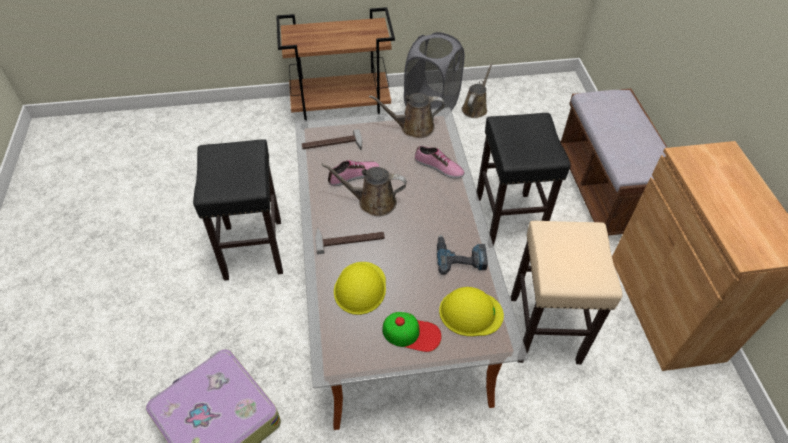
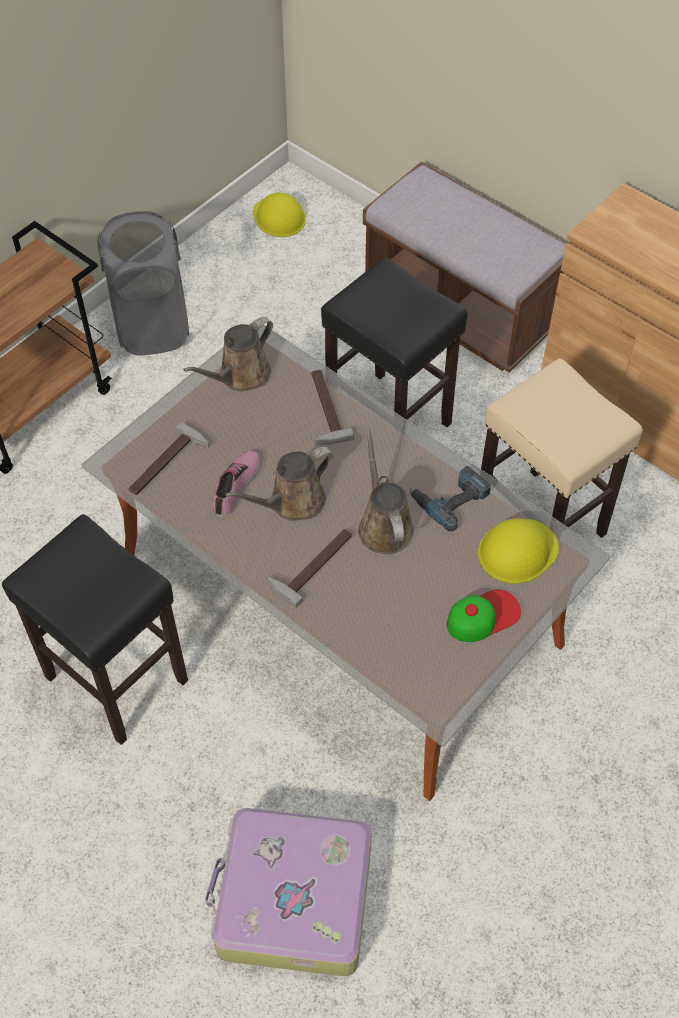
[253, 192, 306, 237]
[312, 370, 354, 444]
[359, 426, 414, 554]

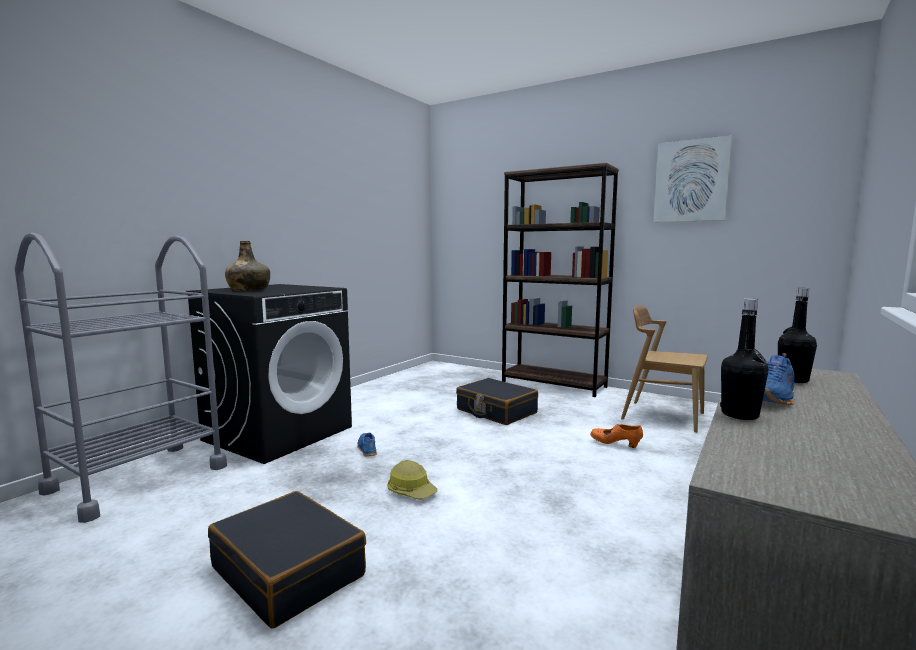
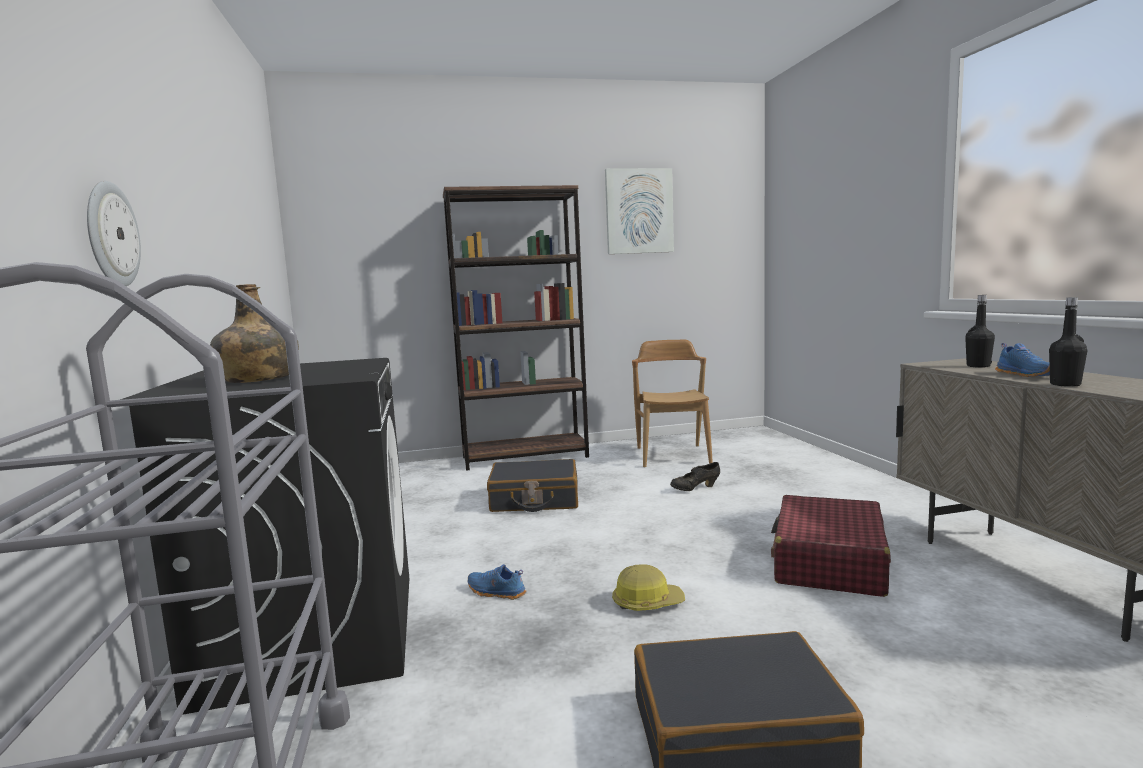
[87, 181, 141, 286]
[632, 340, 713, 468]
[670, 462, 720, 491]
[771, 495, 891, 597]

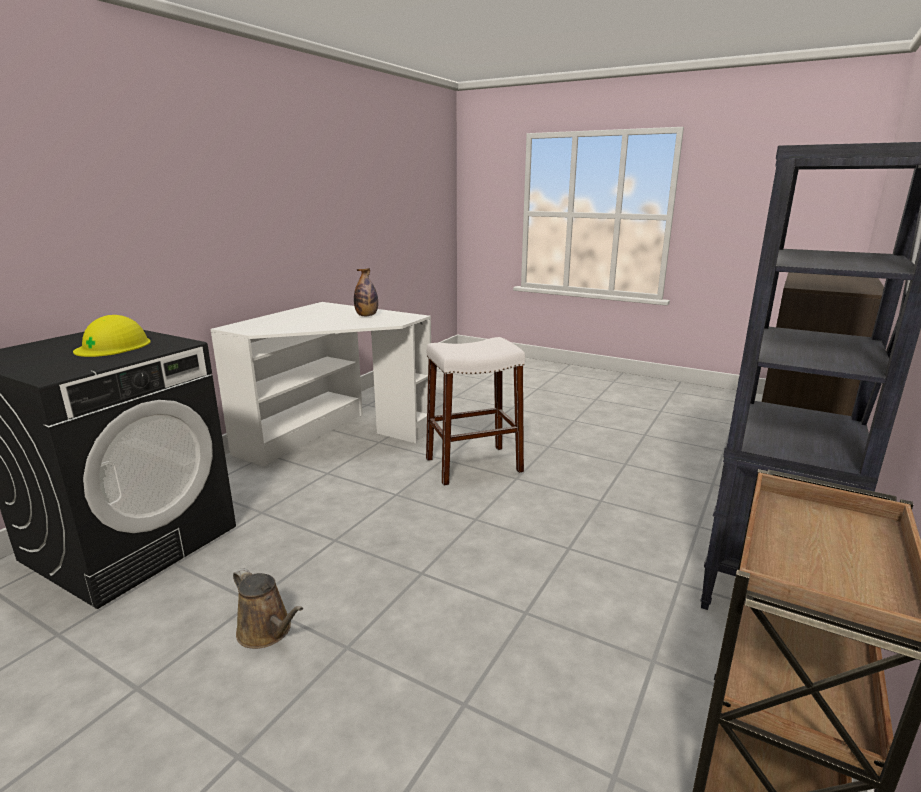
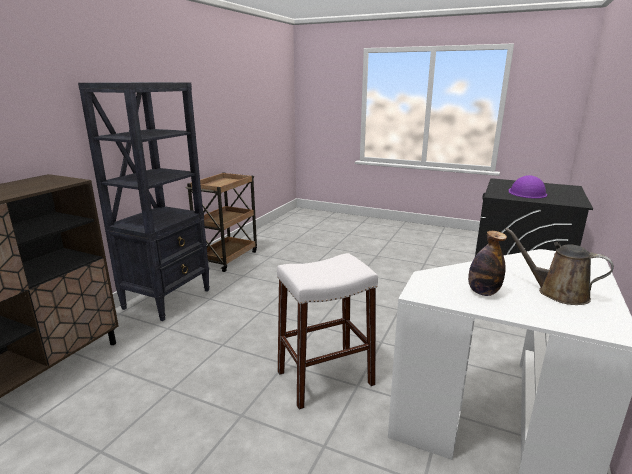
[505, 228, 614, 305]
[509, 175, 547, 199]

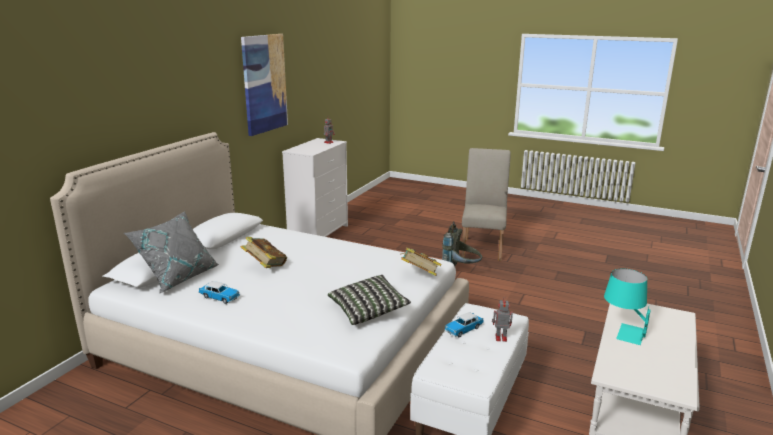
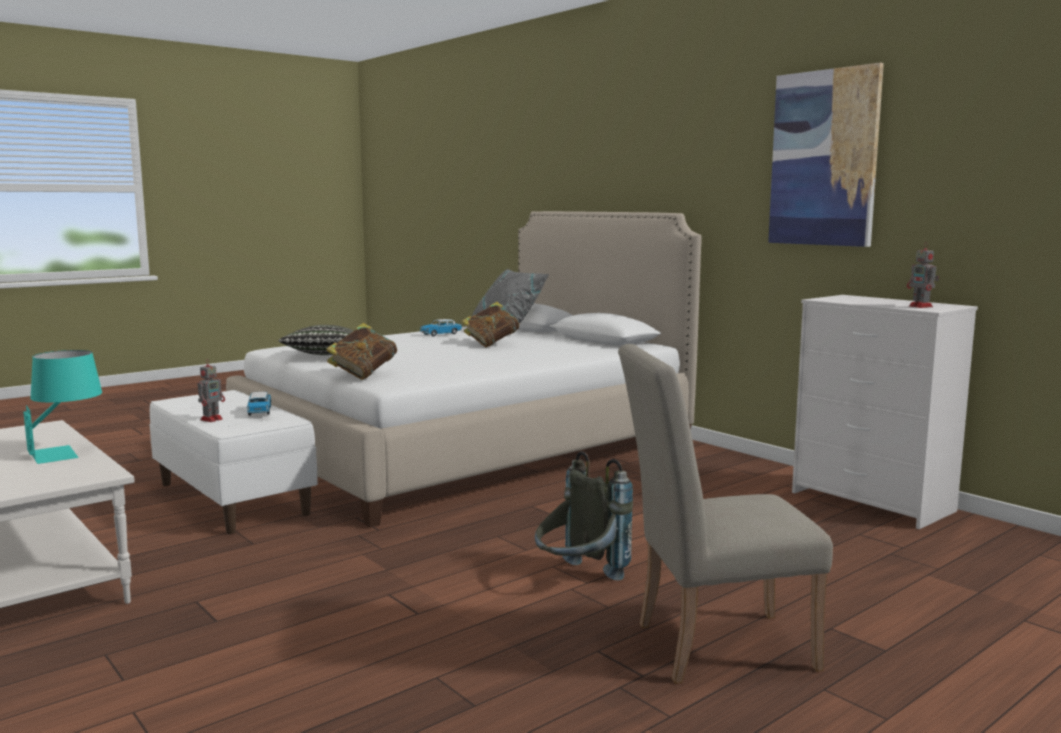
[618, 344, 833, 684]

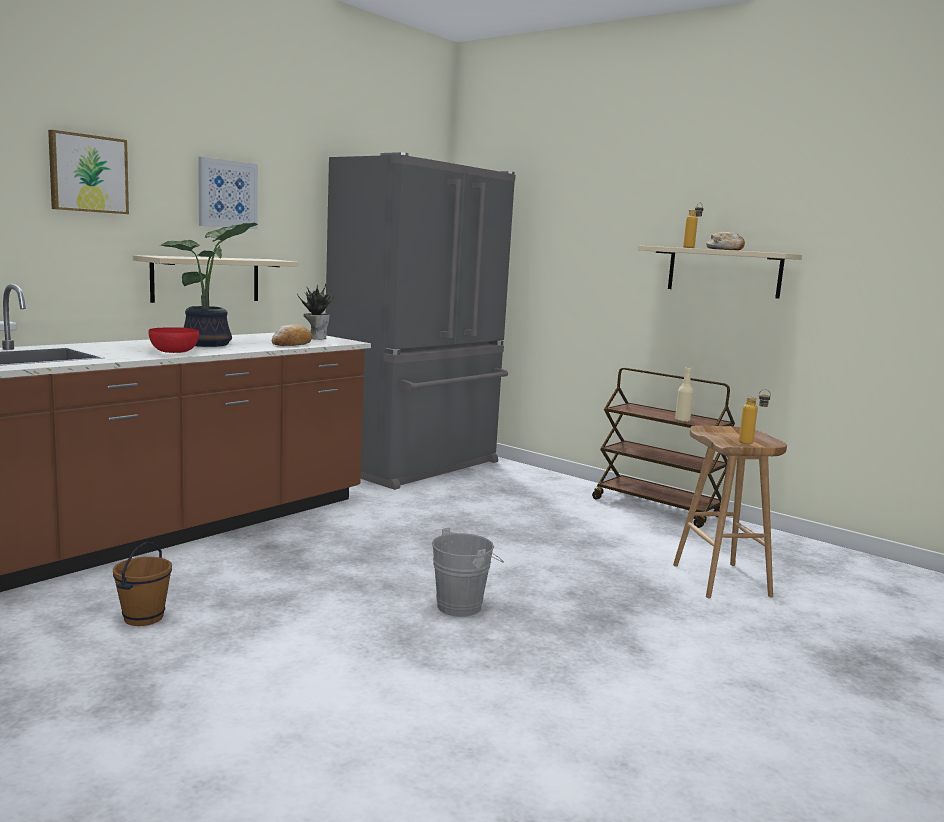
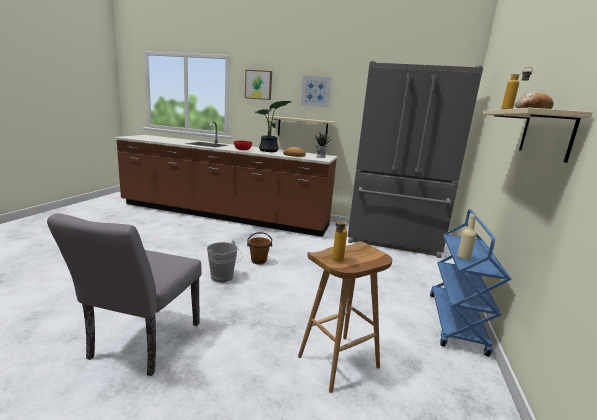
[47, 213, 201, 376]
[247, 232, 272, 264]
[430, 209, 511, 356]

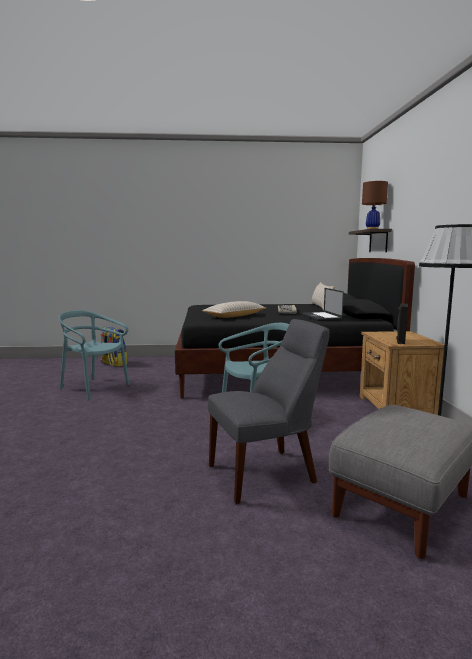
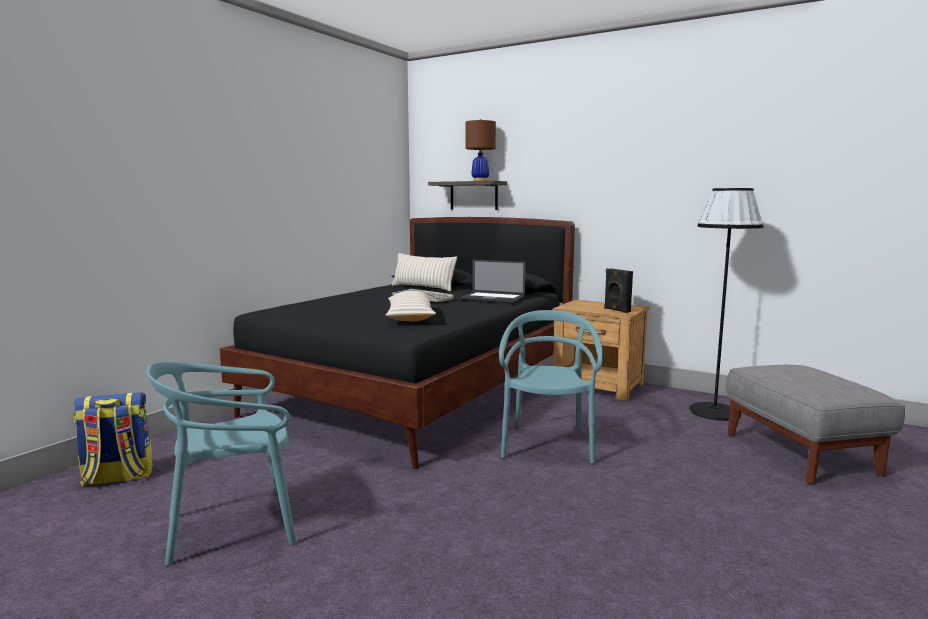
[208, 319, 330, 504] (first image)

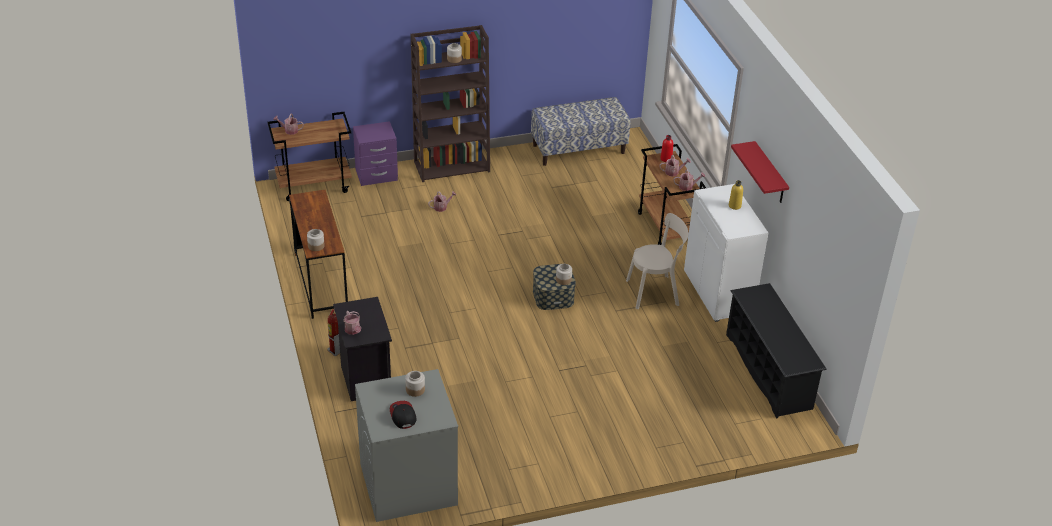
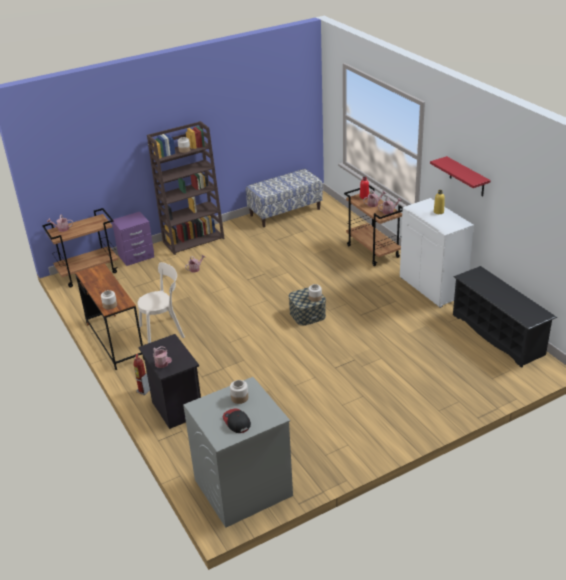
[137, 262, 185, 343]

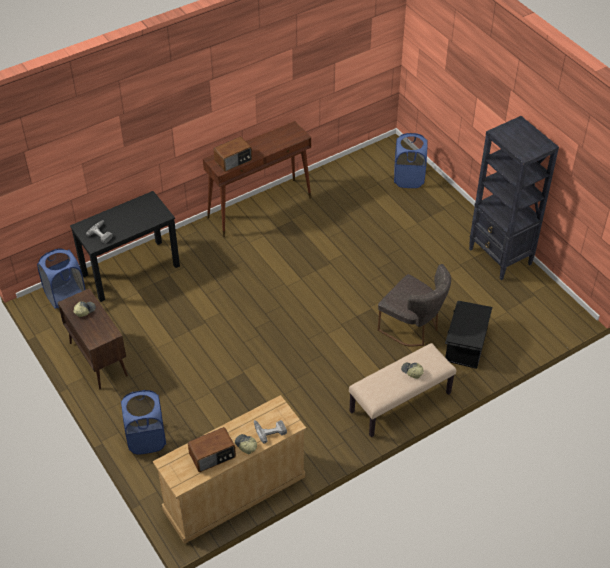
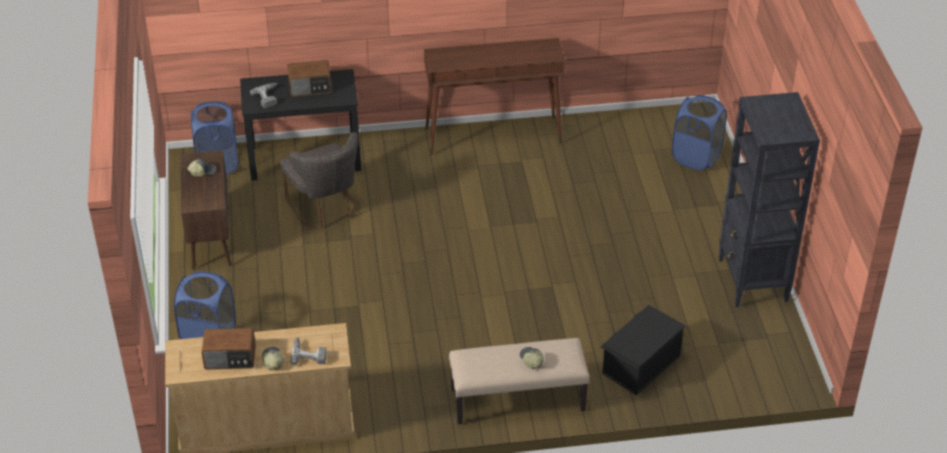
[280, 132, 358, 228]
[287, 60, 332, 97]

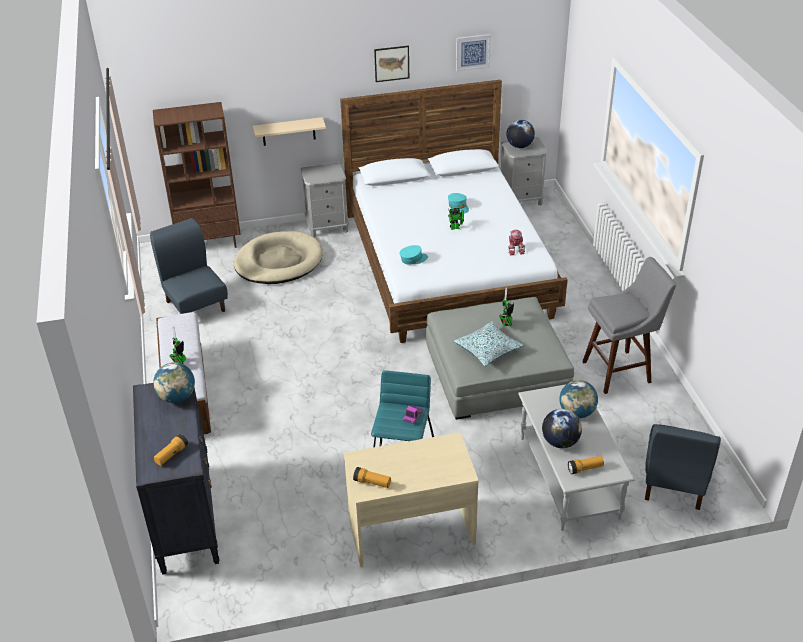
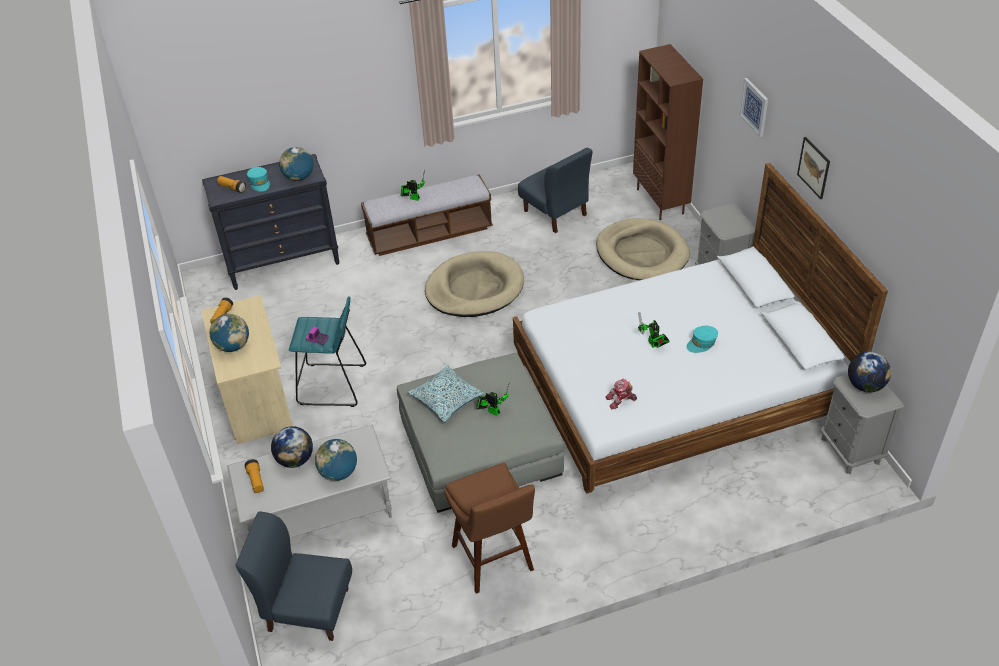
[210, 314, 249, 352]
[247, 167, 270, 192]
[425, 251, 524, 317]
[445, 463, 535, 593]
[518, 148, 592, 233]
[739, 78, 768, 137]
[253, 117, 326, 146] (first image)

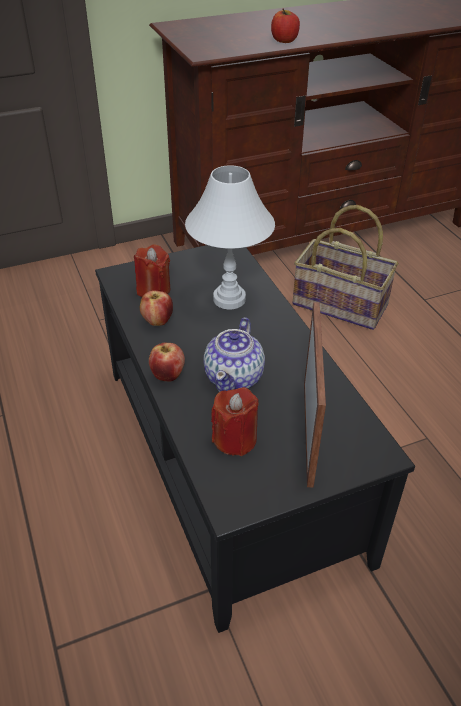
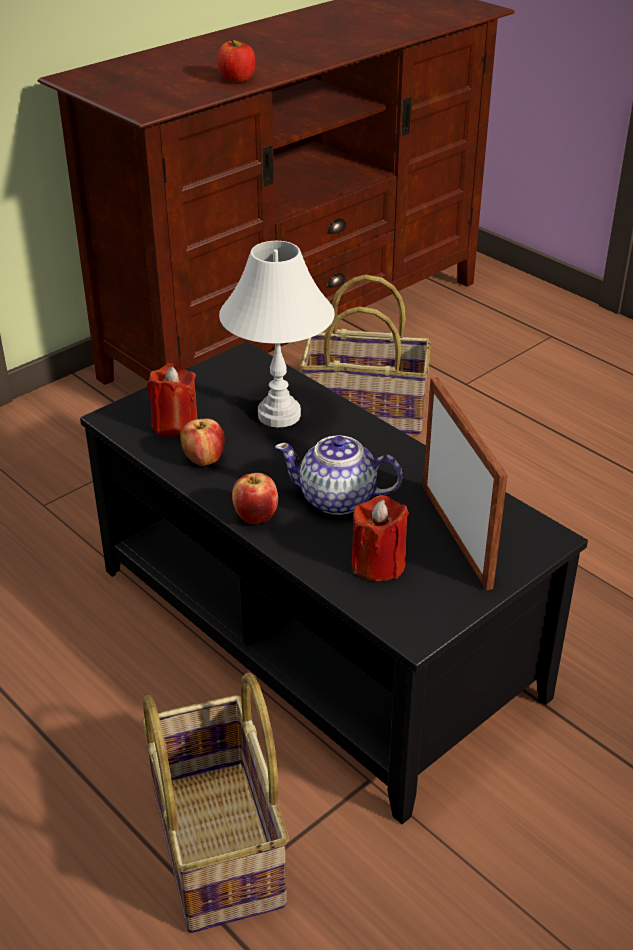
[141, 673, 289, 933]
[275, 435, 403, 515]

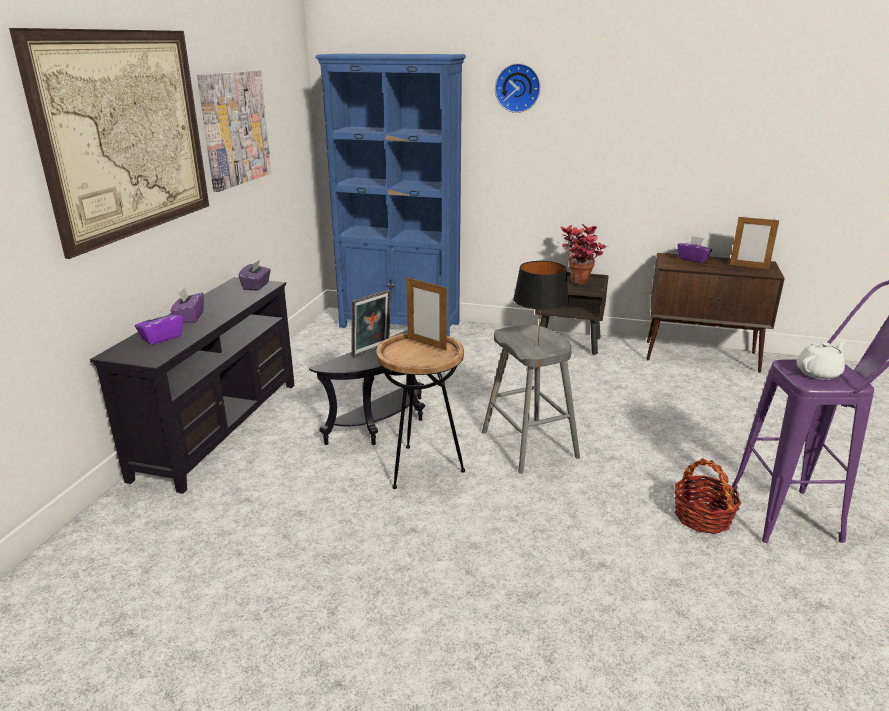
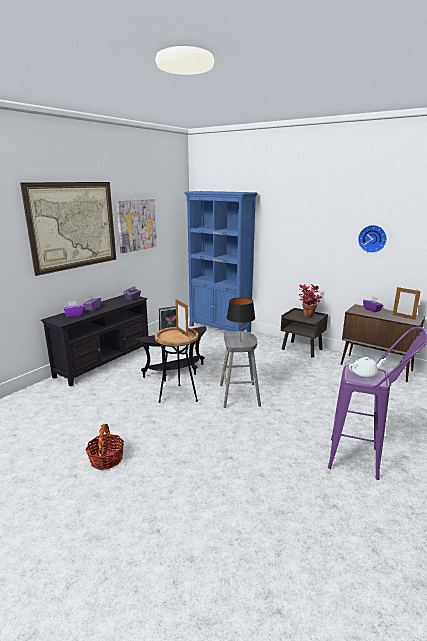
[86, 424, 124, 470]
[358, 225, 387, 253]

